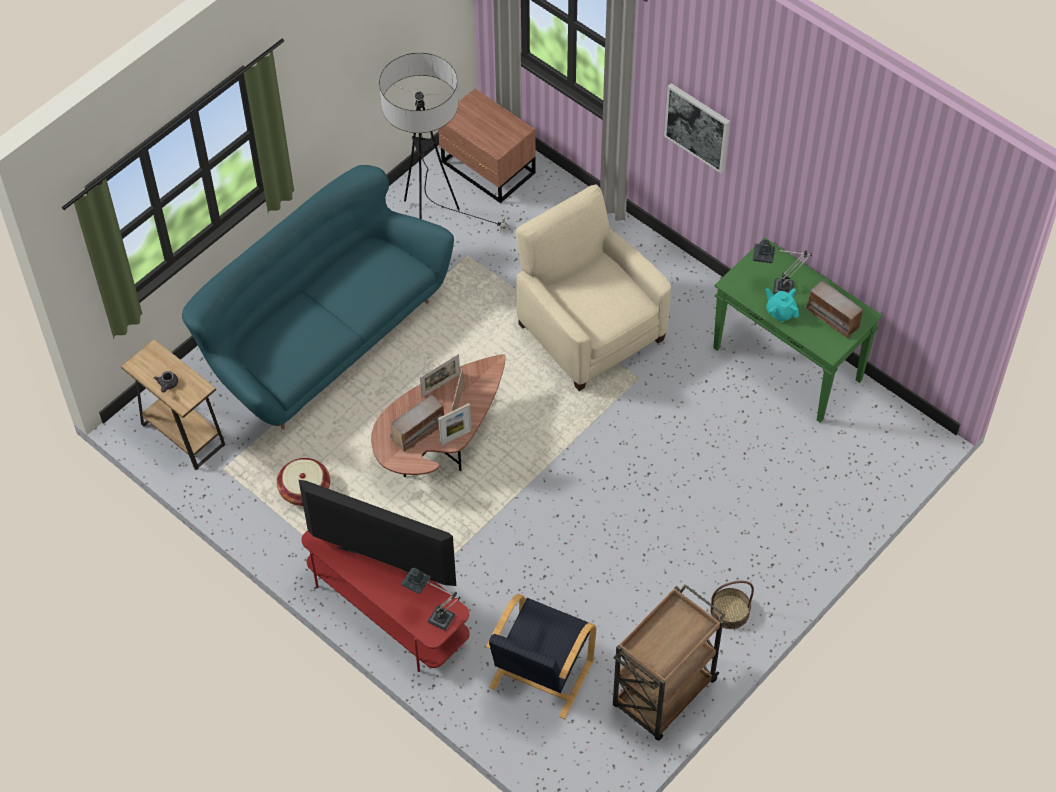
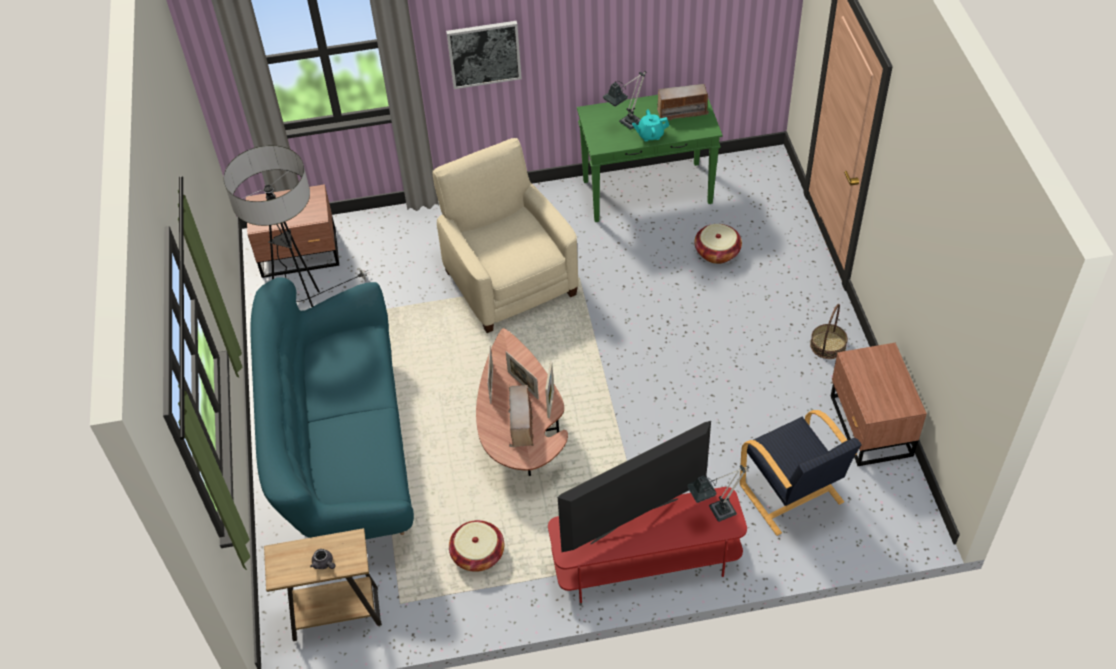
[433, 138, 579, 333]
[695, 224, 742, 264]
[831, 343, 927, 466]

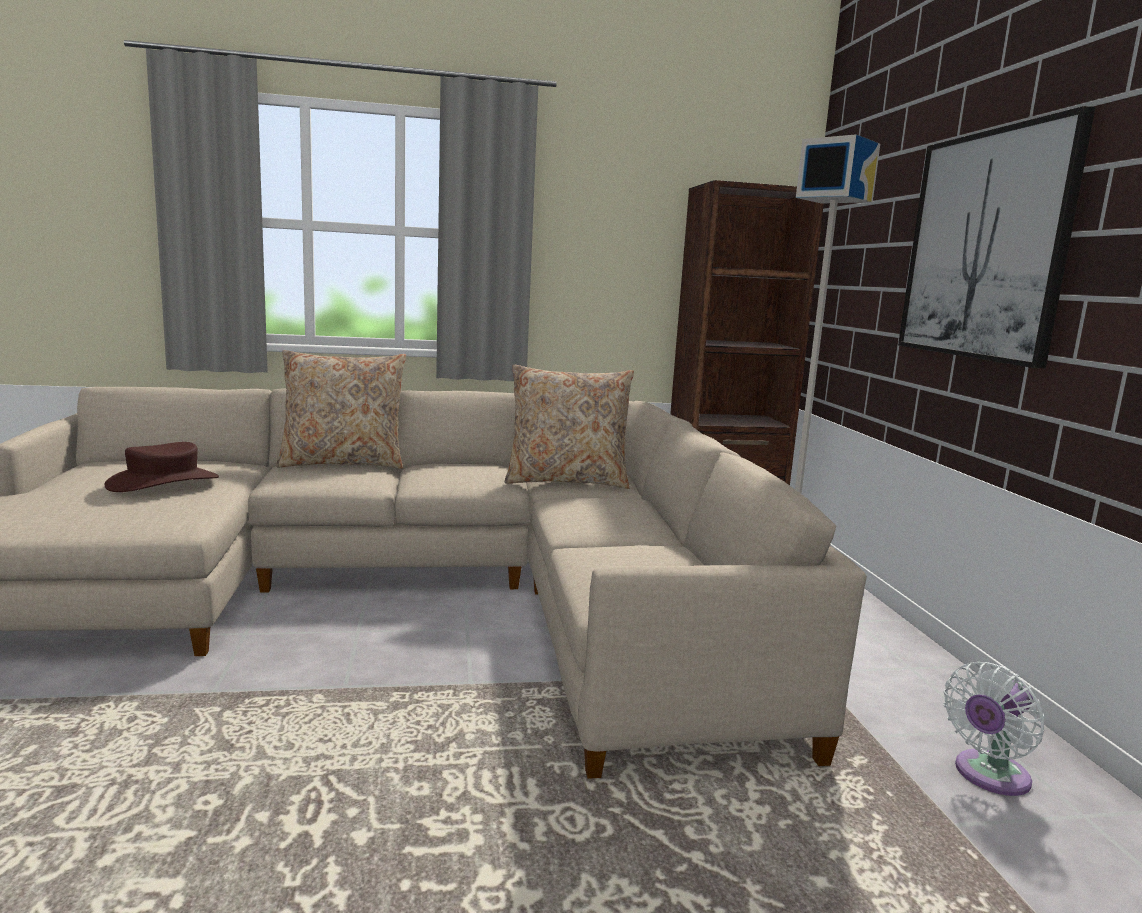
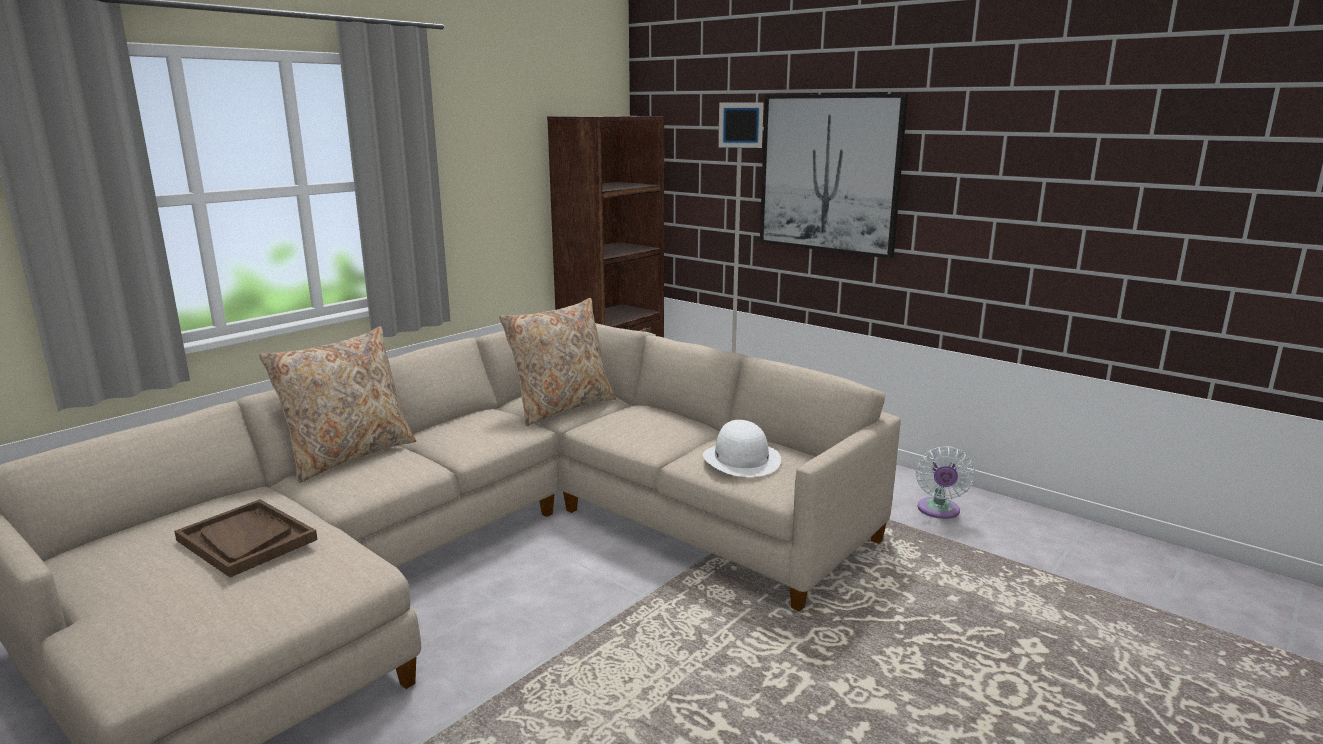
[174, 499, 318, 577]
[703, 420, 781, 477]

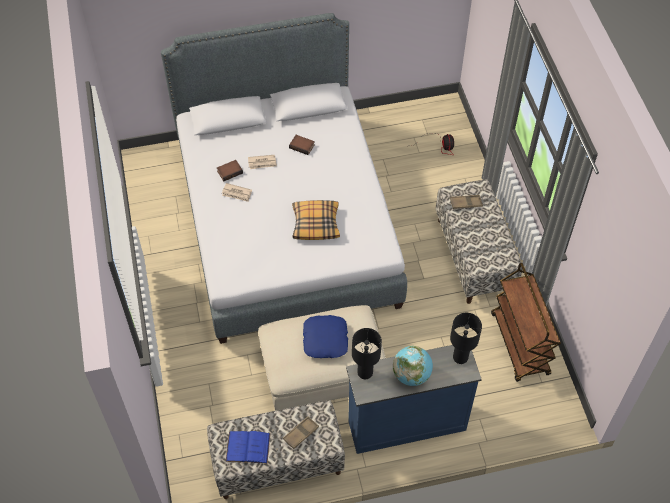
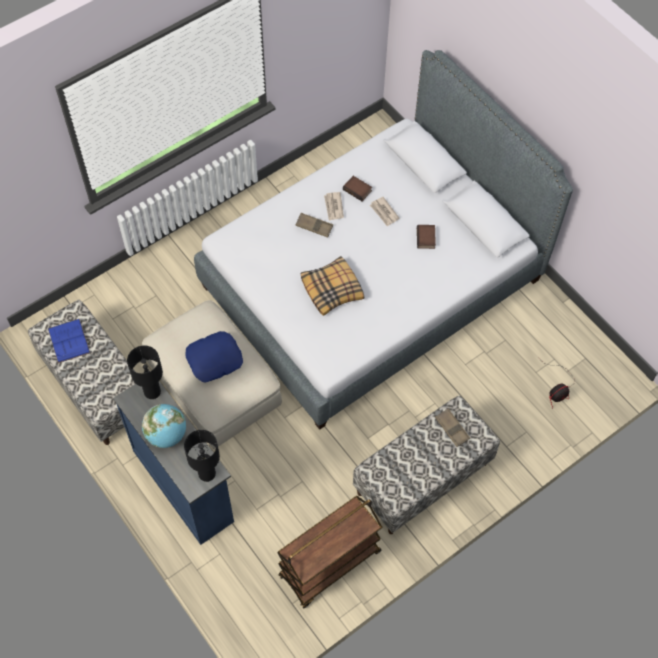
[295, 213, 333, 238]

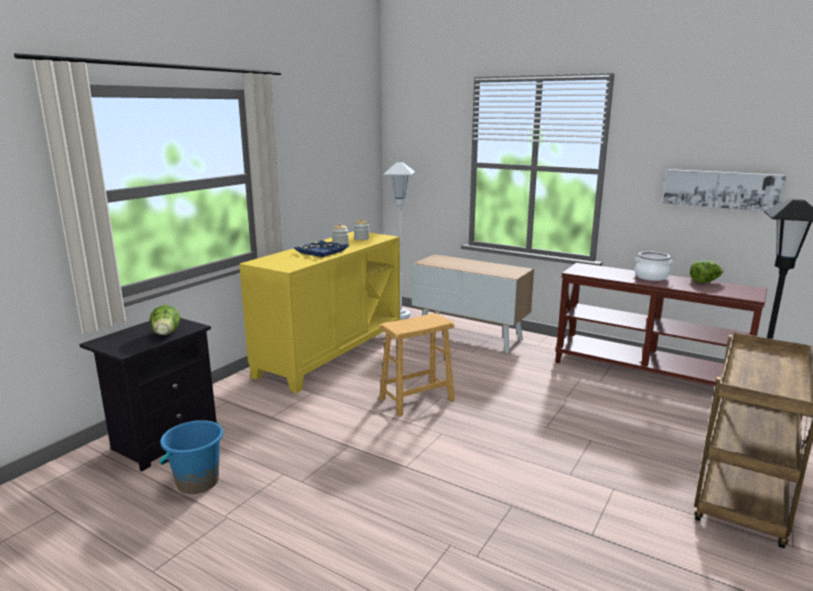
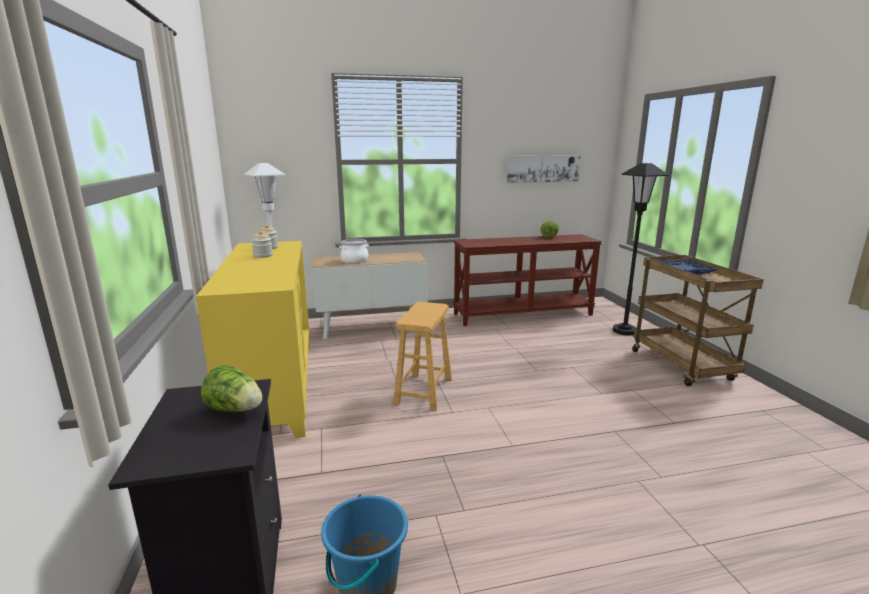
[339, 239, 369, 263]
[655, 259, 717, 274]

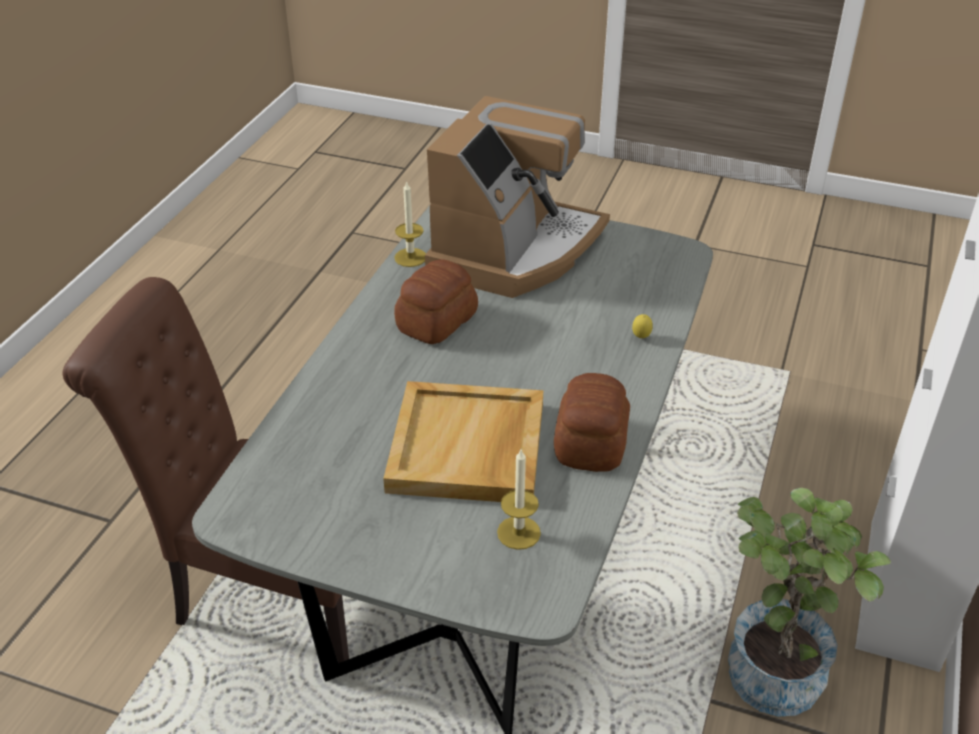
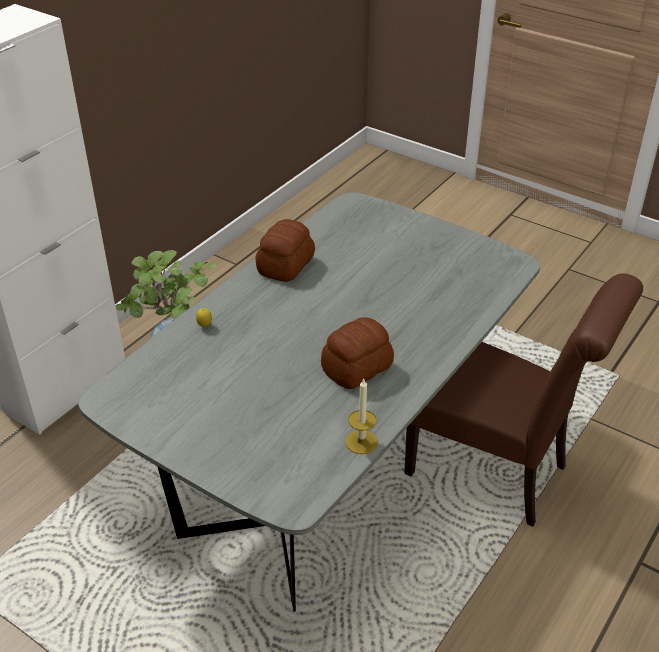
[383, 381, 543, 502] (first image)
[425, 96, 610, 298] (first image)
[497, 449, 541, 550] (first image)

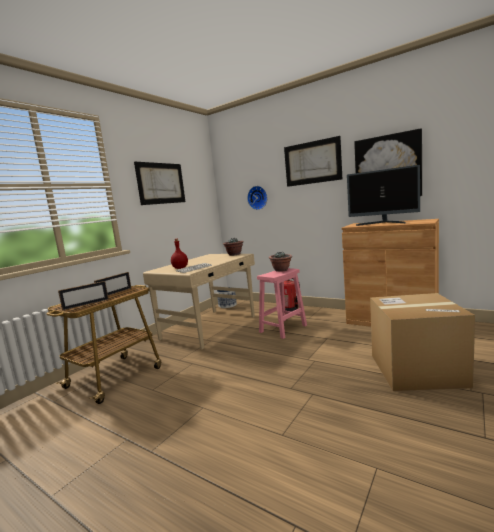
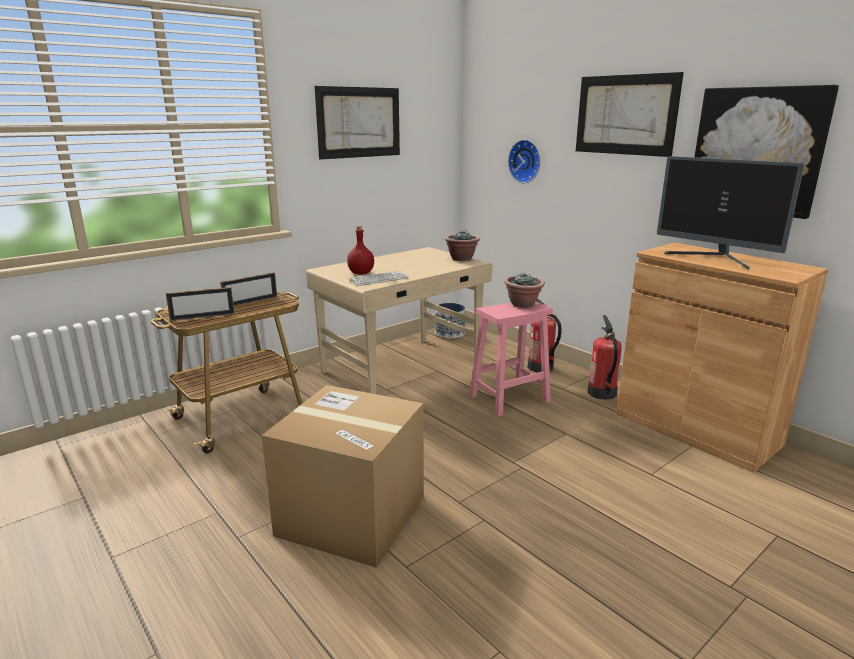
[262, 385, 424, 568]
[587, 315, 622, 400]

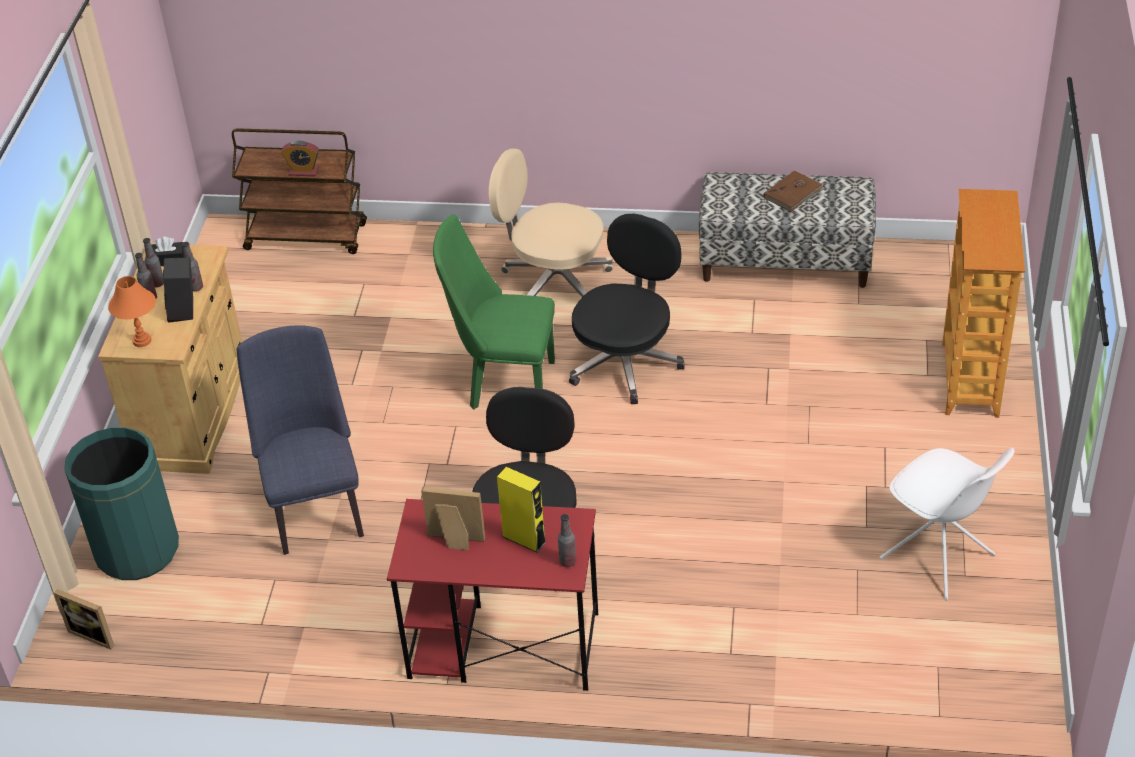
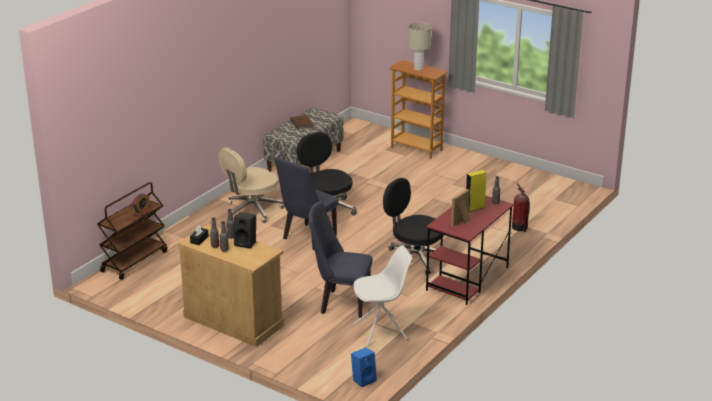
[275, 157, 339, 250]
[351, 347, 377, 387]
[353, 245, 412, 347]
[408, 23, 431, 70]
[512, 183, 530, 232]
[64, 428, 179, 580] (first image)
[108, 276, 156, 347] (first image)

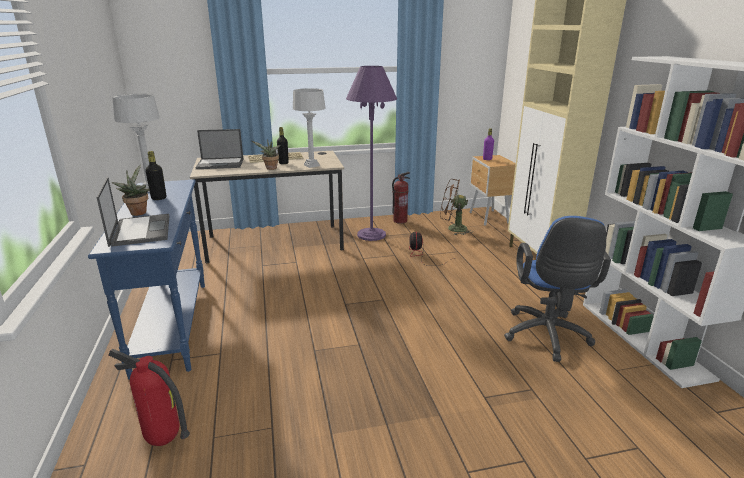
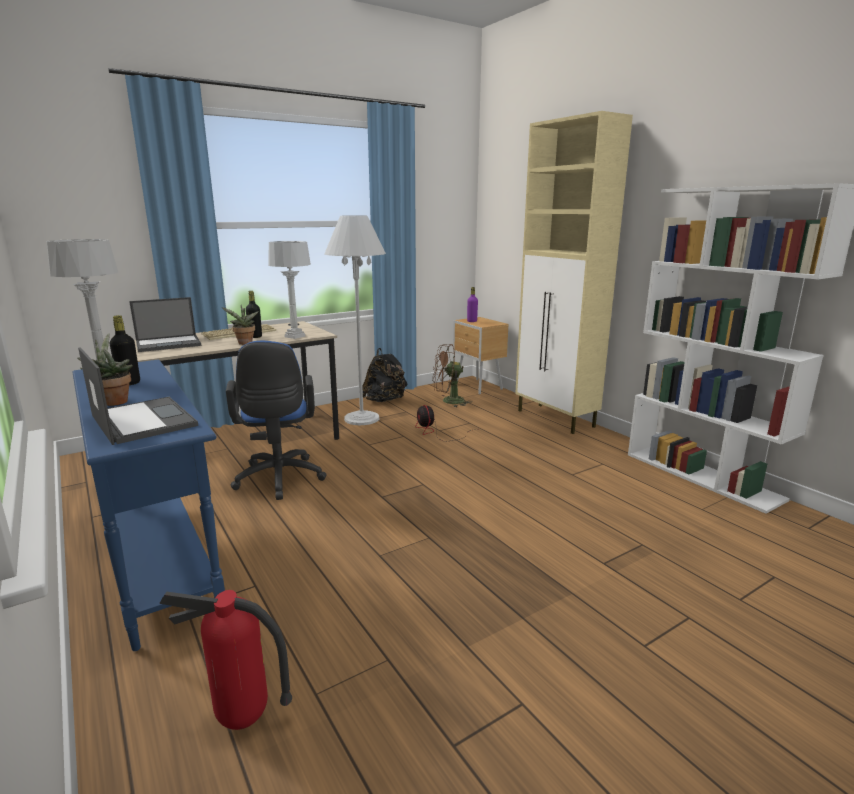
[226, 341, 327, 500]
[324, 216, 386, 425]
[362, 348, 407, 402]

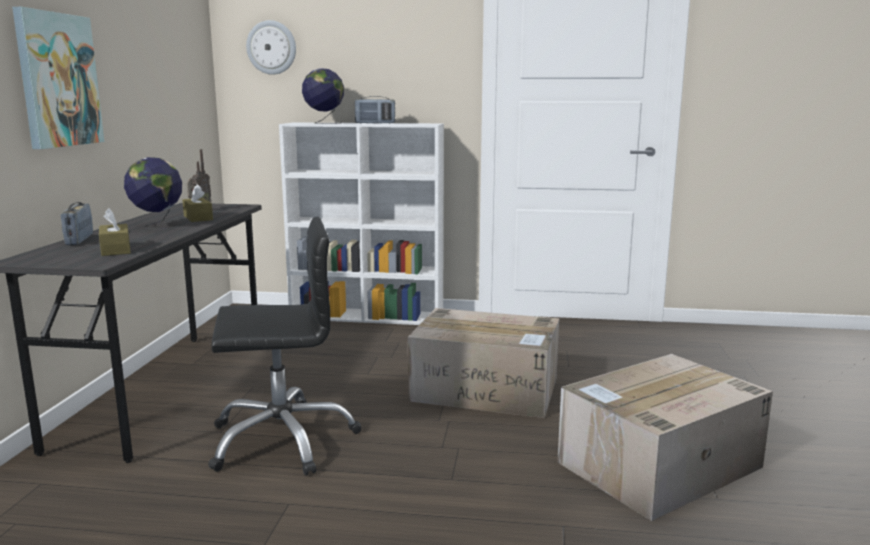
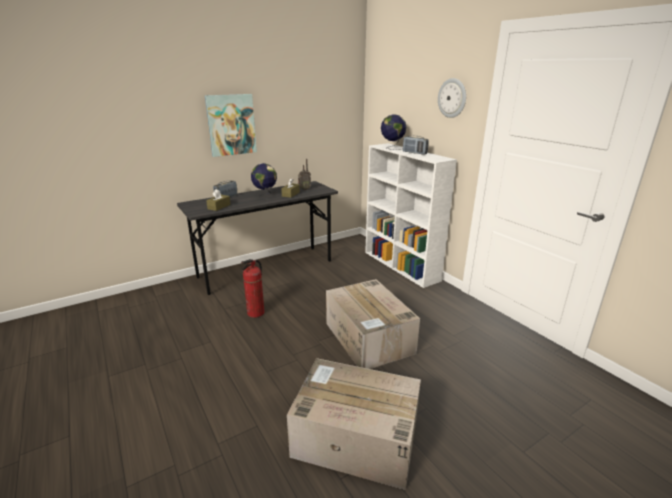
[241, 259, 264, 318]
[438, 78, 466, 118]

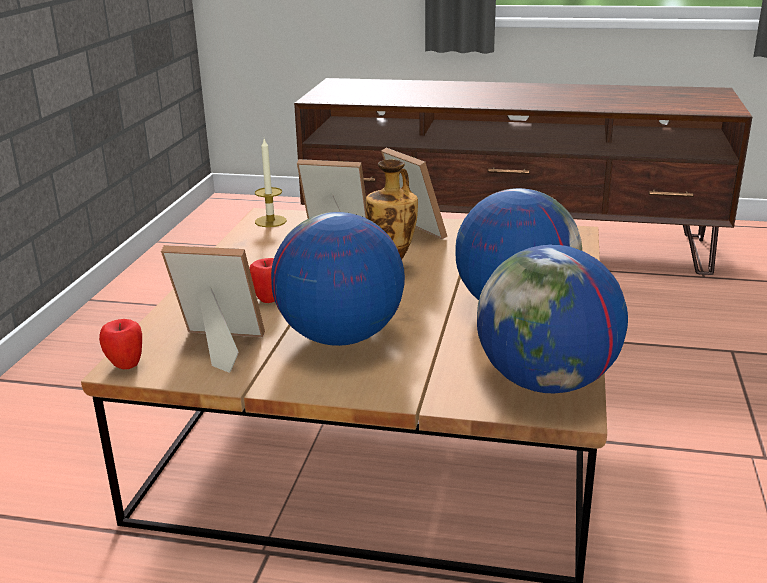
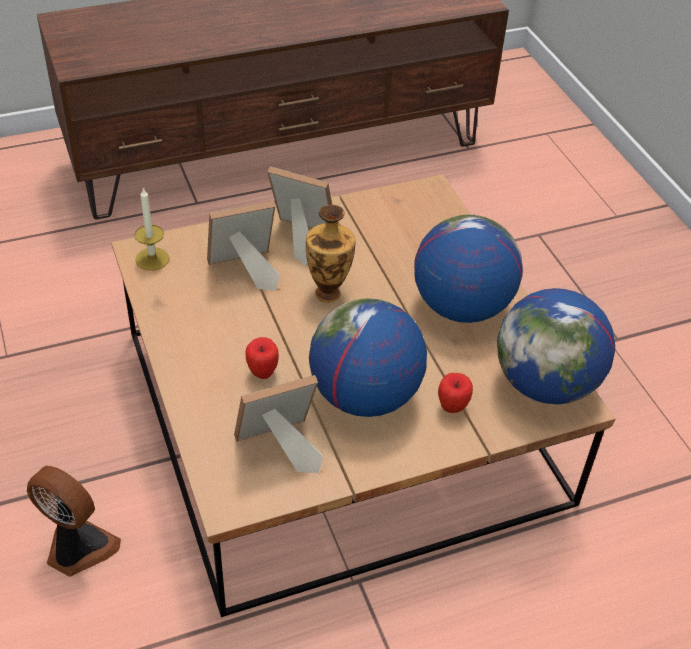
[27, 466, 121, 576]
[438, 373, 473, 413]

